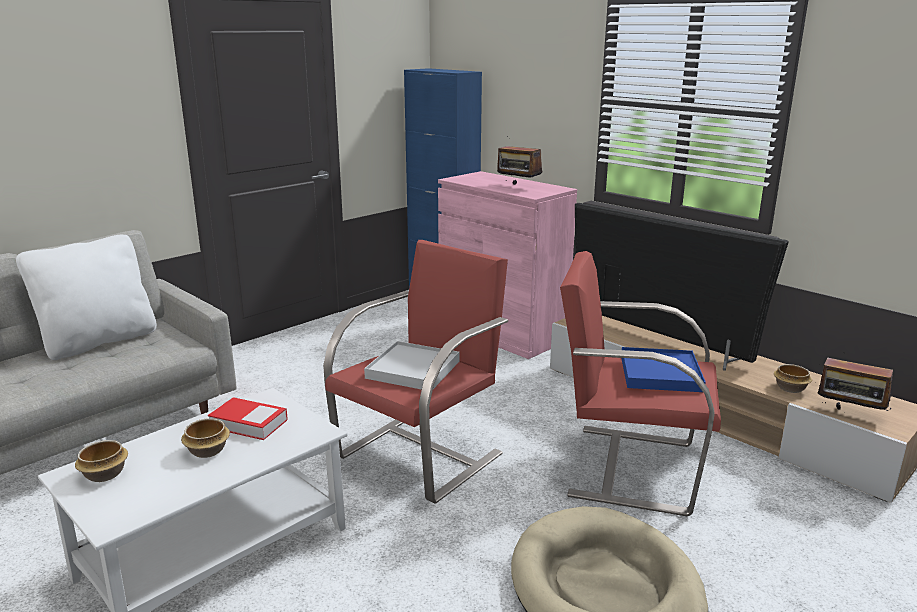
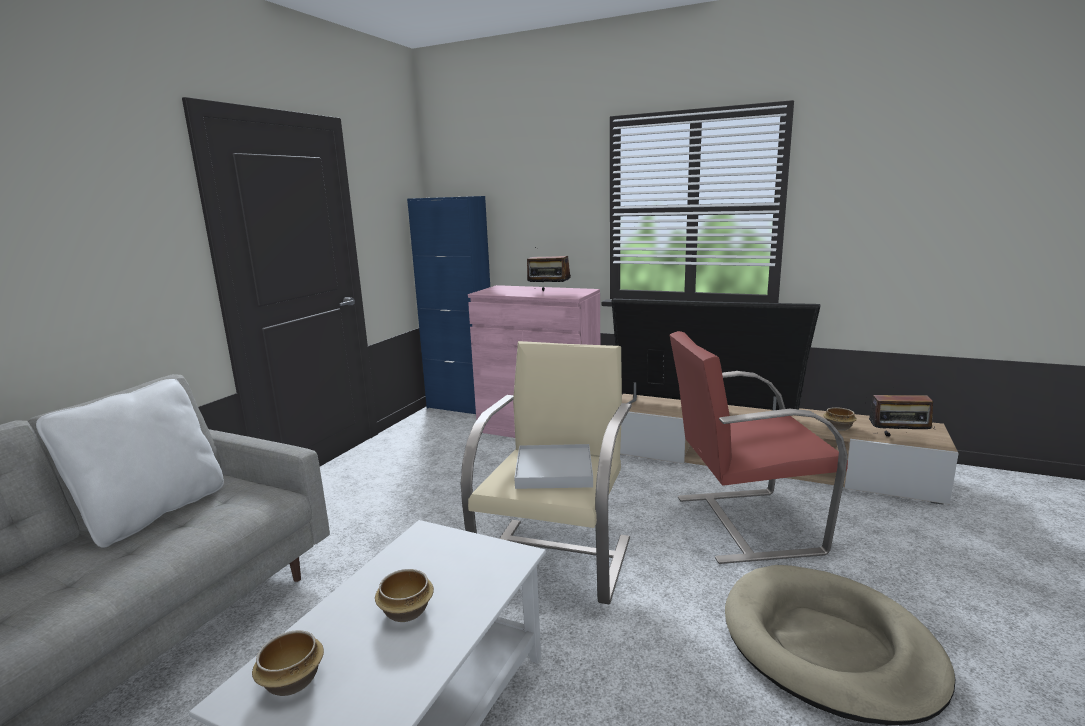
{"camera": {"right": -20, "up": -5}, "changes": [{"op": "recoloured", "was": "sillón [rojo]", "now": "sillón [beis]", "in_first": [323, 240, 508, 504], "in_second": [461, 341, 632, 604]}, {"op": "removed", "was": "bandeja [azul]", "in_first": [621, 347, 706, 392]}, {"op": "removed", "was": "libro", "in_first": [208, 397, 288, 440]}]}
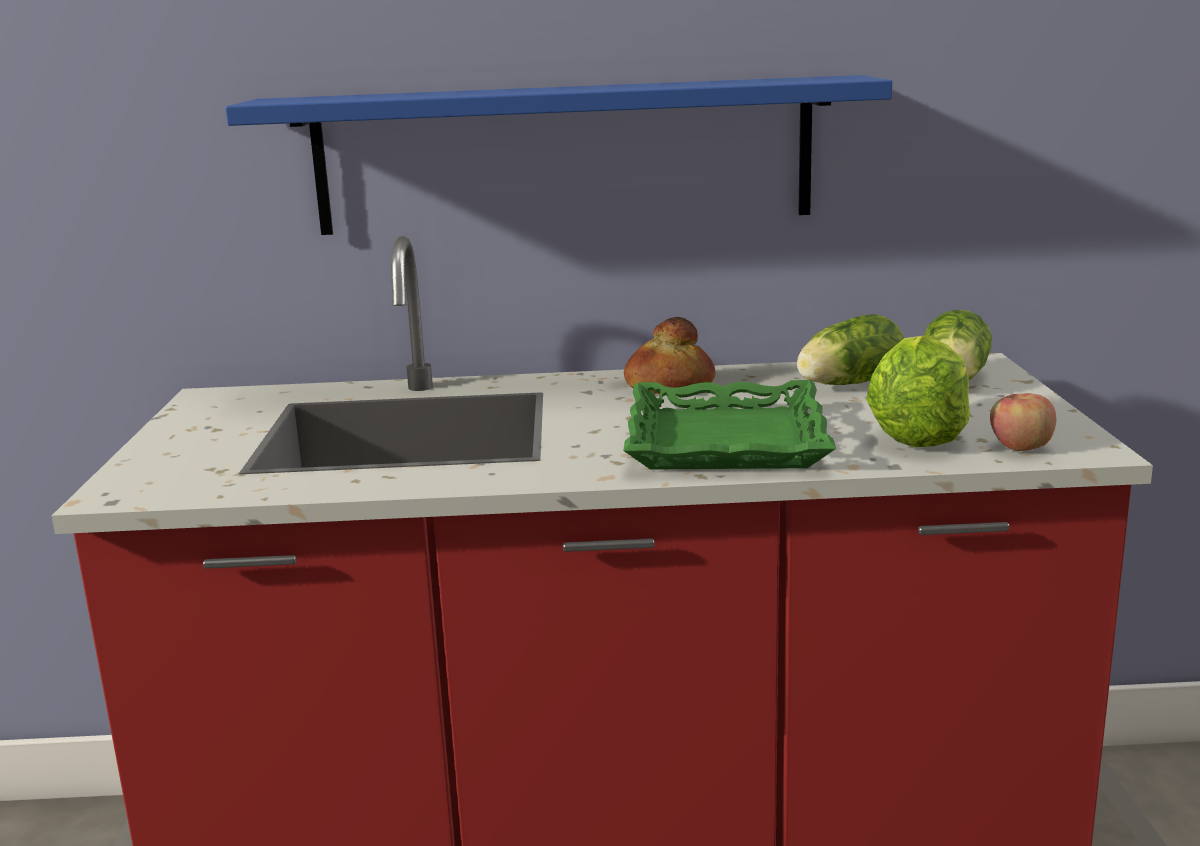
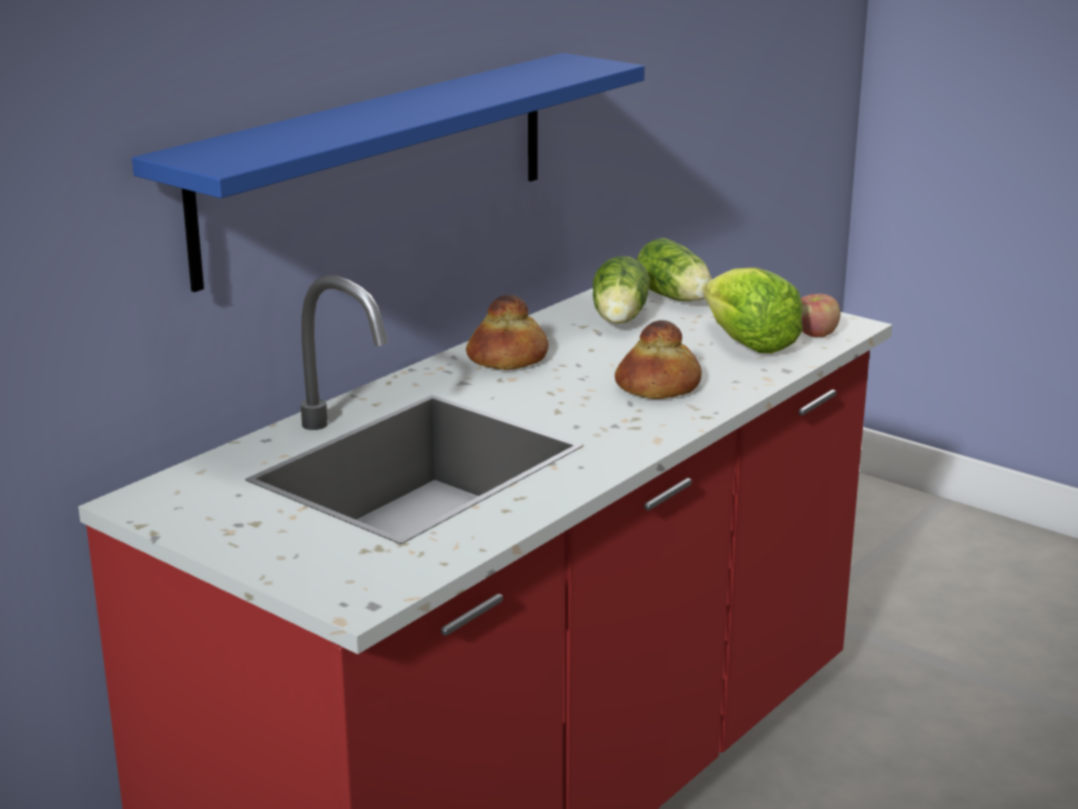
{"camera": {"right": -50, "up": 5}, "changes": [{"op": "replaced", "was": "bandeja [verde]", "now": "pan", "in_first": [623, 380, 836, 470], "in_second": [615, 320, 702, 399]}]}
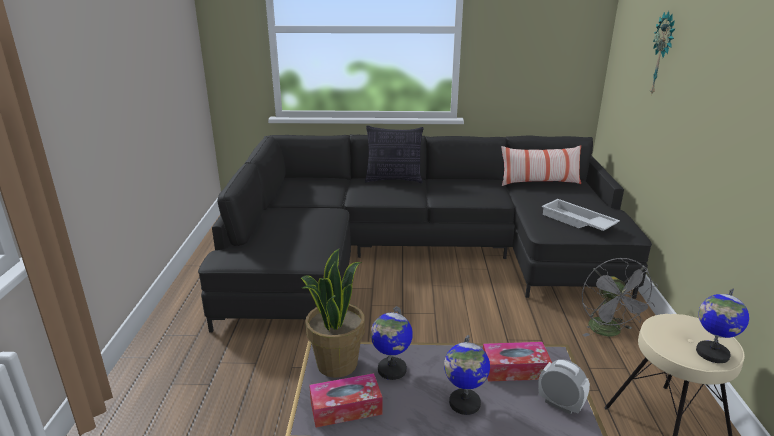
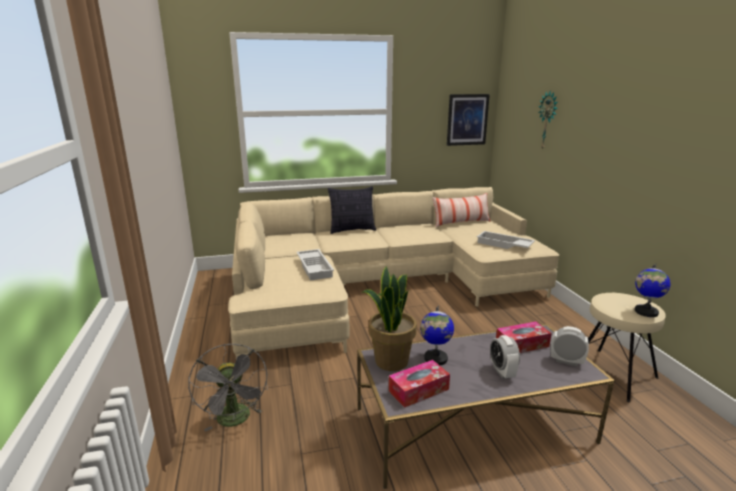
{"camera": {"right": -15, "up": -5}, "changes": [{"op": "recoloured", "was": "sofá [negro]", "now": "sofá [beis]", "in_first": [198, 134, 652, 333], "in_second": [228, 187, 559, 359]}, {"op": "moved", "was": "ventilador [gris]", "in_first": [582, 257, 658, 337], "in_second": [188, 344, 268, 432]}, {"op": "replaced", "was": "globo terráqueo", "now": "despertador", "in_first": [444, 335, 490, 415], "in_second": [490, 335, 520, 379]}, {"op": "added", "now": "cuadro", "in_second": [447, 94, 490, 146]}, {"op": "added", "now": "bandeja [blanco]", "in_second": [296, 249, 334, 281]}]}
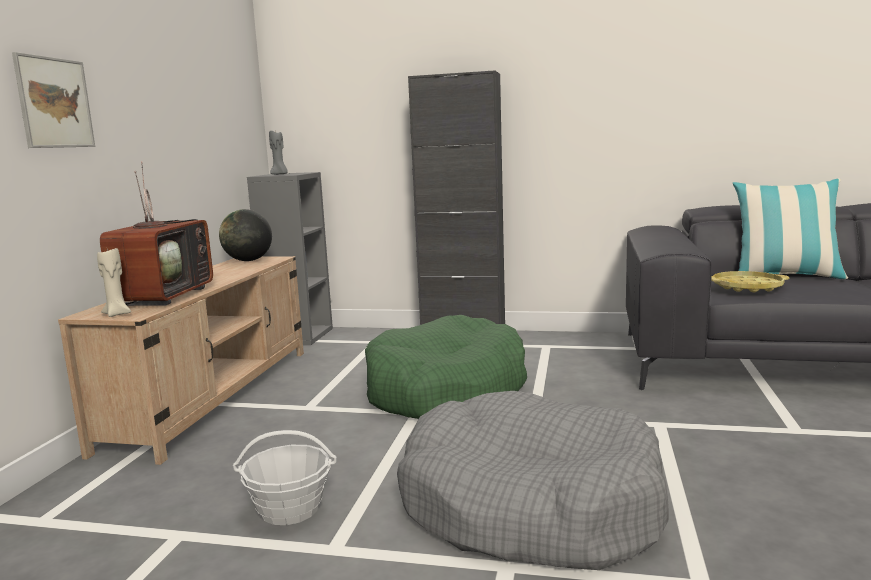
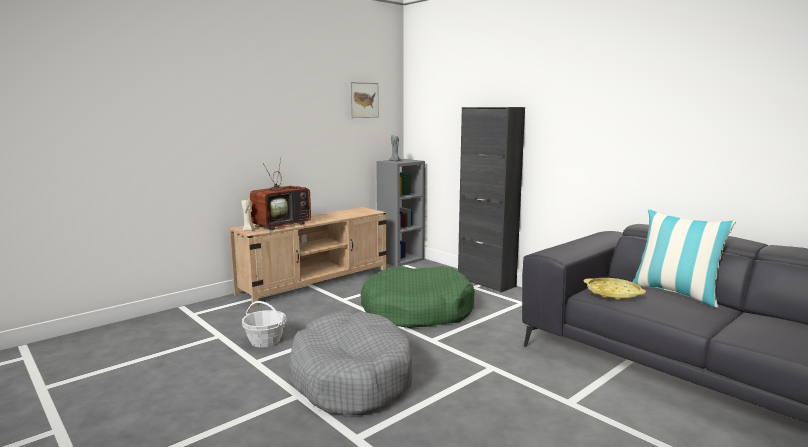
{"camera": {"right": 35, "up": 0}, "changes": [{"op": "moved", "was": "cuadro", "in_first": [12, 52, 95, 148], "in_second": [350, 82, 379, 118]}, {"op": "removed", "was": "globo terráqueo", "in_first": [219, 209, 272, 261]}]}
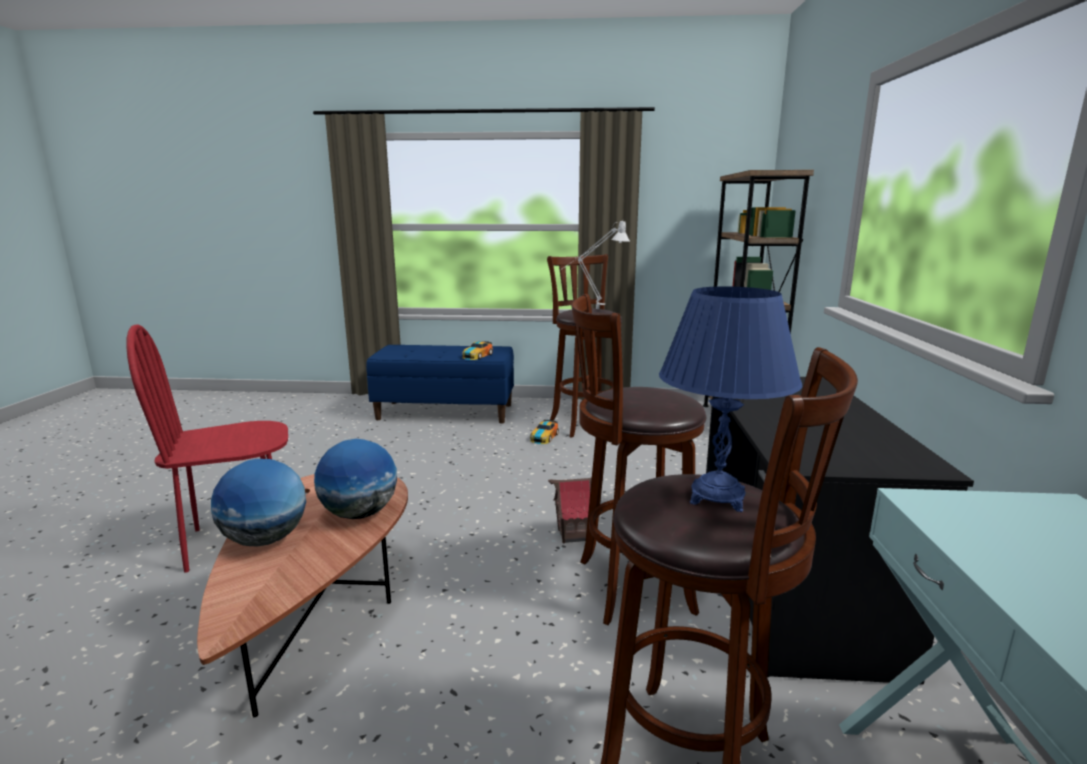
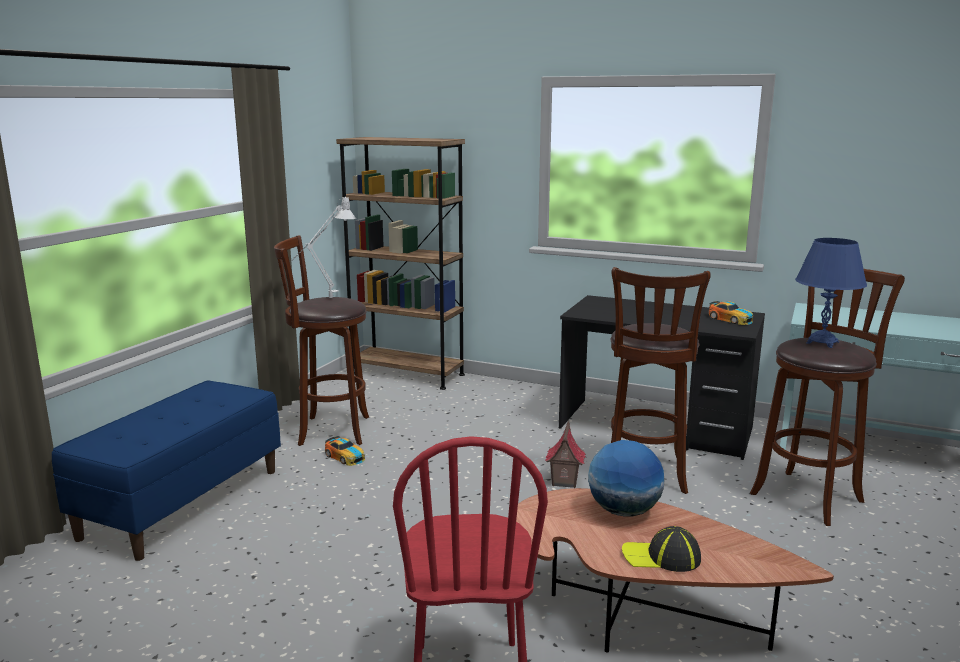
{"camera": {"right": -70, "up": 0}, "changes": [{"op": "moved", "was": "coche de juguete", "in_first": [462, 341, 493, 360], "in_second": [708, 301, 753, 325]}, {"op": "replaced", "was": "globo terráqueo", "now": "gorra", "in_first": [211, 459, 306, 547], "in_second": [622, 526, 701, 572]}]}
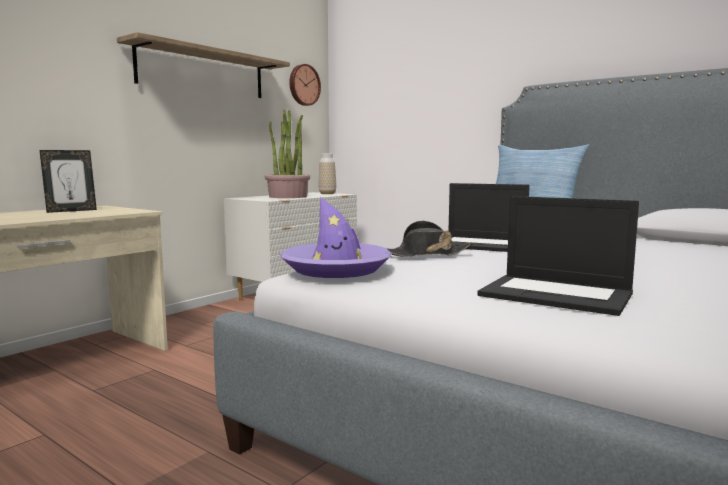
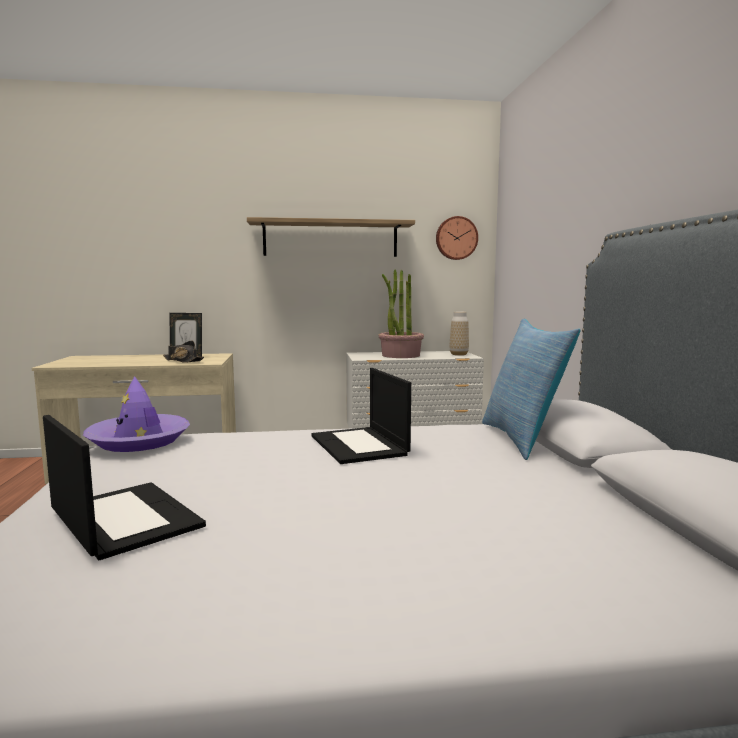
{"camera": {"right": 45, "up": 0}, "changes": [{"op": "turned", "was": "portátil", "in_first": [477, 196, 639, 316], "in_second": [43, 415, 206, 560], "clockwise": 150}, {"op": "moved", "was": "sombrero [negro]", "in_first": [386, 221, 473, 257], "in_second": [163, 341, 204, 363]}]}
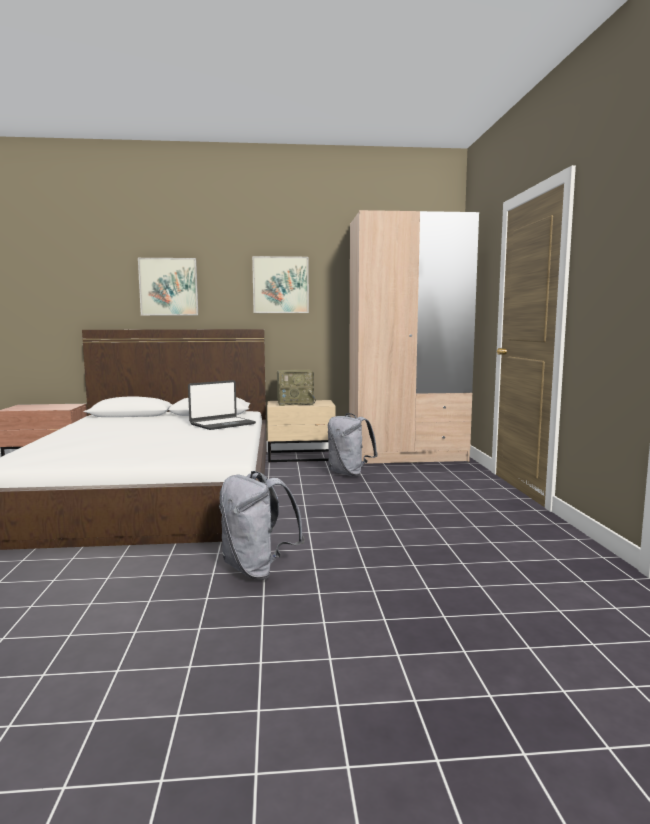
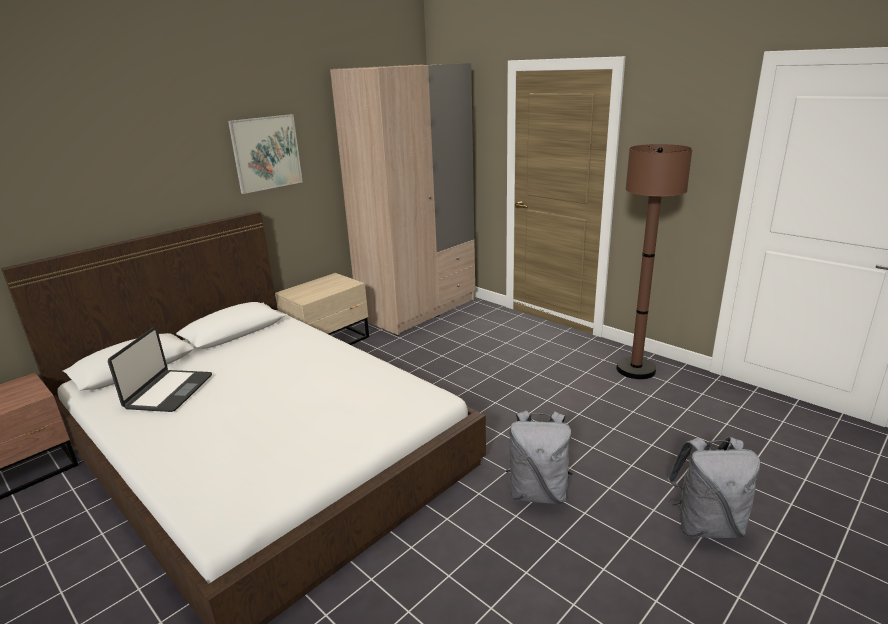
{"camera": {"right": -40, "up": 15}, "changes": [{"op": "removed", "was": "cuadro", "in_first": [138, 258, 198, 315]}, {"op": "removed", "was": "radio", "in_first": [277, 370, 316, 406]}, {"op": "moved", "was": "portátil", "in_first": [188, 380, 256, 430], "in_second": [108, 327, 212, 412]}, {"op": "moved", "was": "mochila [gris]", "in_first": [328, 413, 378, 476], "in_second": [668, 437, 760, 538]}, {"op": "added", "now": "lámpara de pie [marrón]", "in_second": [616, 144, 692, 379]}]}
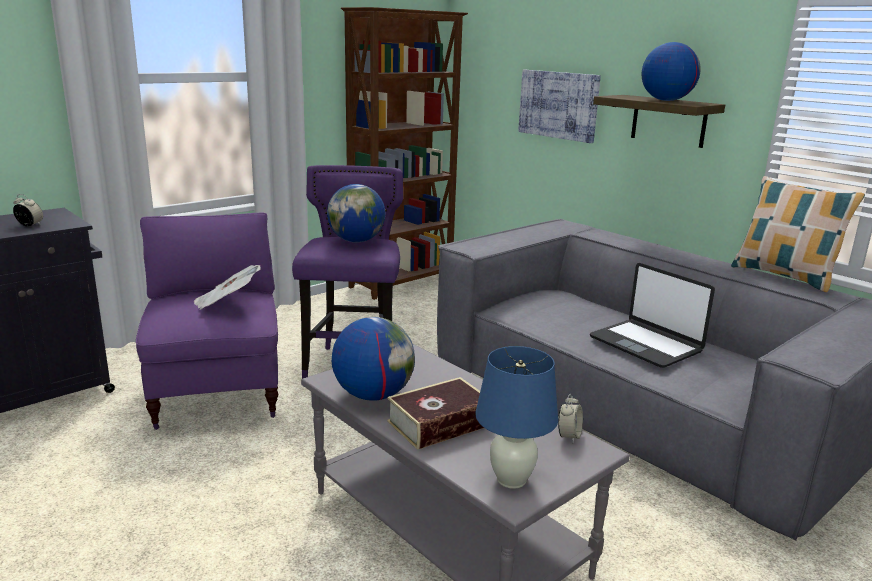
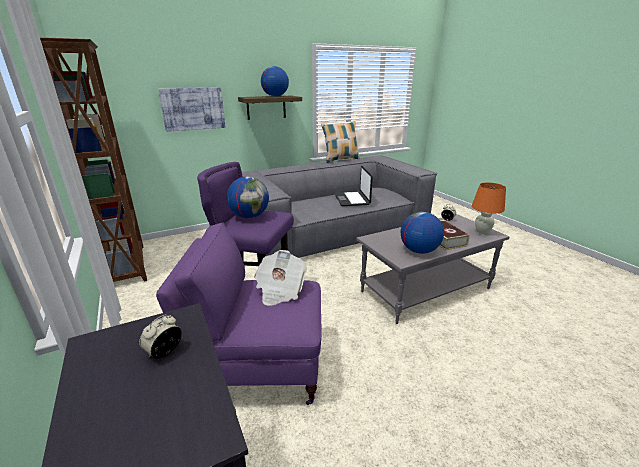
{"camera": {"right": -75, "up": 5}, "changes": [{"op": "turned", "was": "portátil", "in_first": [590, 263, 715, 368], "in_second": [334, 166, 373, 206], "clockwise": 105}, {"op": "recoloured", "was": "lámpara de mesa [azul]", "now": "lámpara de mesa [naranja]", "in_first": [475, 346, 558, 489], "in_second": [472, 182, 506, 235]}]}
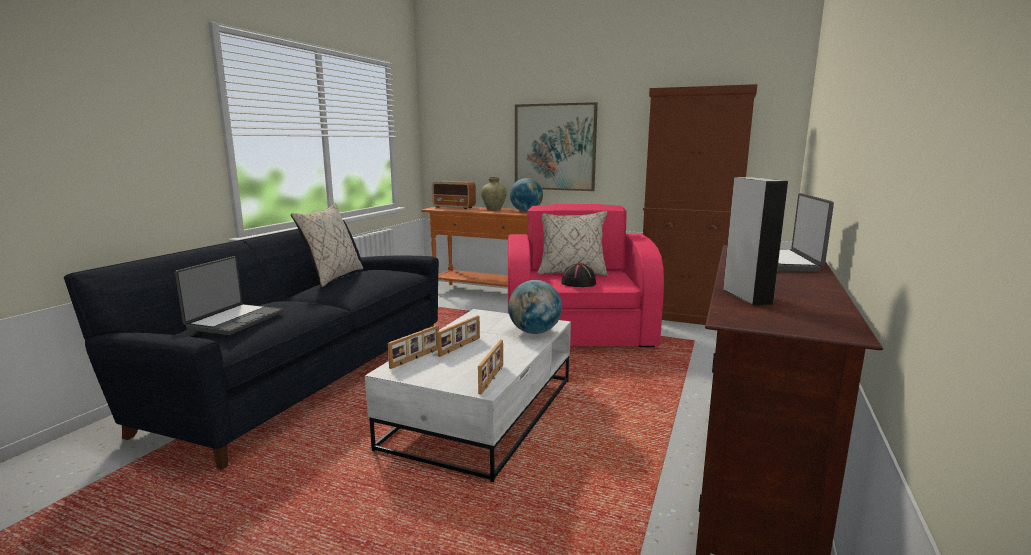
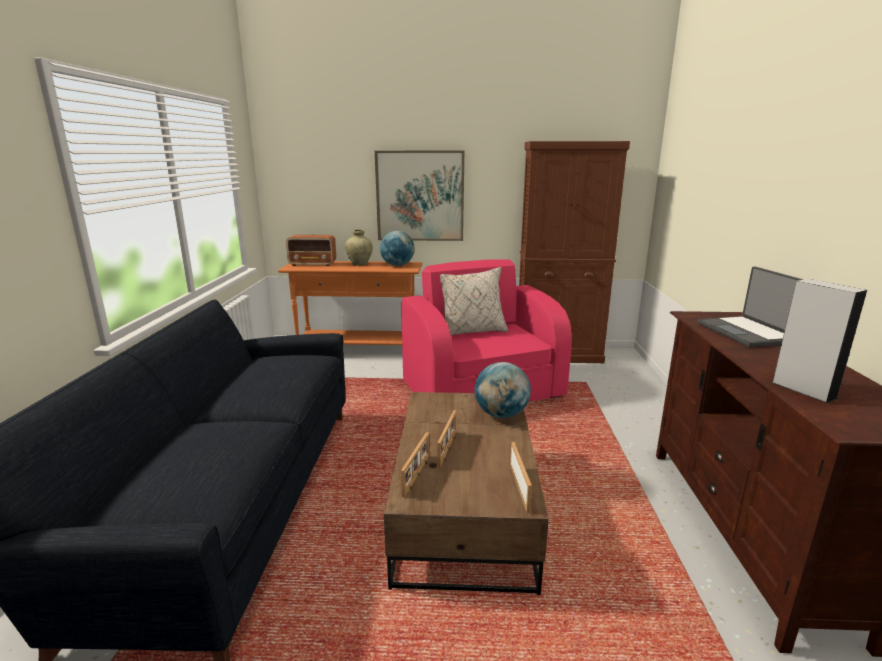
{"camera": {"right": -20, "up": 5}, "changes": [{"op": "removed", "was": "cojín [beis]", "in_first": [291, 203, 363, 287]}, {"op": "removed", "was": "portátil", "in_first": [175, 256, 283, 335]}, {"op": "removed", "was": "sombrero [negro]", "in_first": [561, 263, 596, 287]}, {"op": "recoloured", "was": "mesa de centro [blanco]", "now": "mesa de centro [marrón]", "in_first": [365, 309, 571, 482], "in_second": [384, 392, 549, 595]}]}
